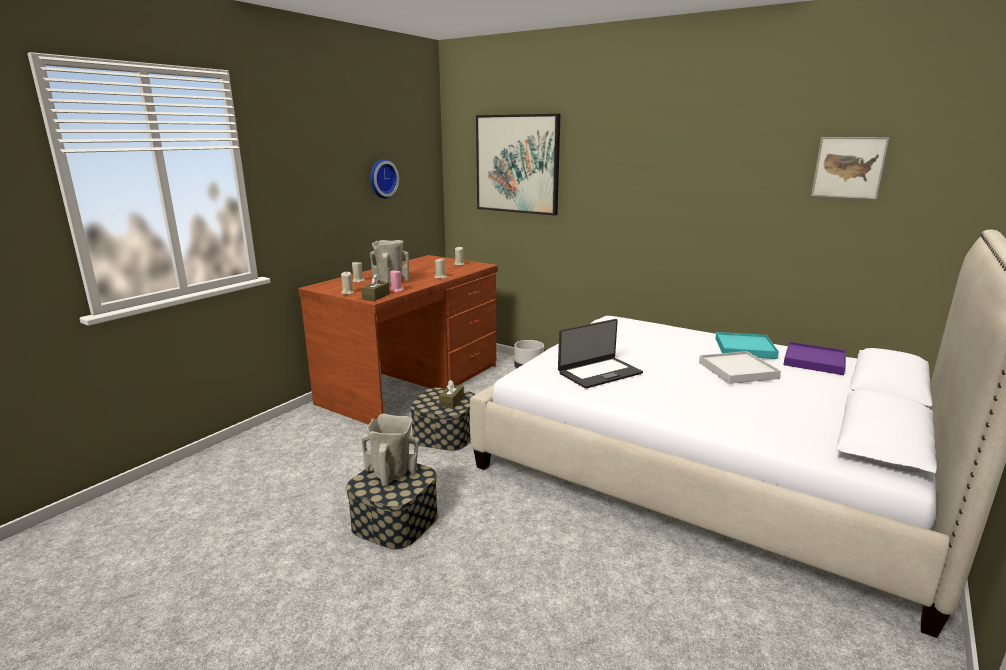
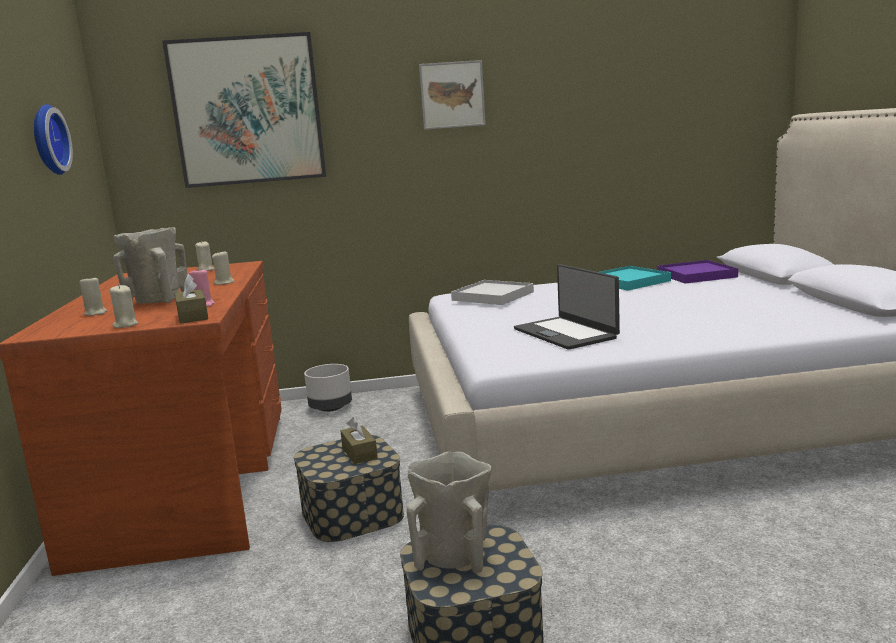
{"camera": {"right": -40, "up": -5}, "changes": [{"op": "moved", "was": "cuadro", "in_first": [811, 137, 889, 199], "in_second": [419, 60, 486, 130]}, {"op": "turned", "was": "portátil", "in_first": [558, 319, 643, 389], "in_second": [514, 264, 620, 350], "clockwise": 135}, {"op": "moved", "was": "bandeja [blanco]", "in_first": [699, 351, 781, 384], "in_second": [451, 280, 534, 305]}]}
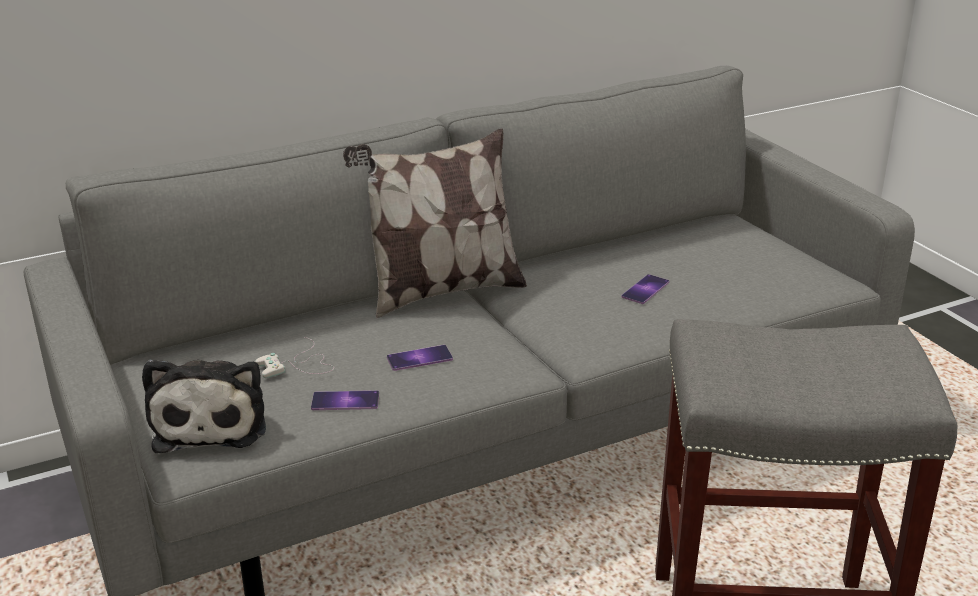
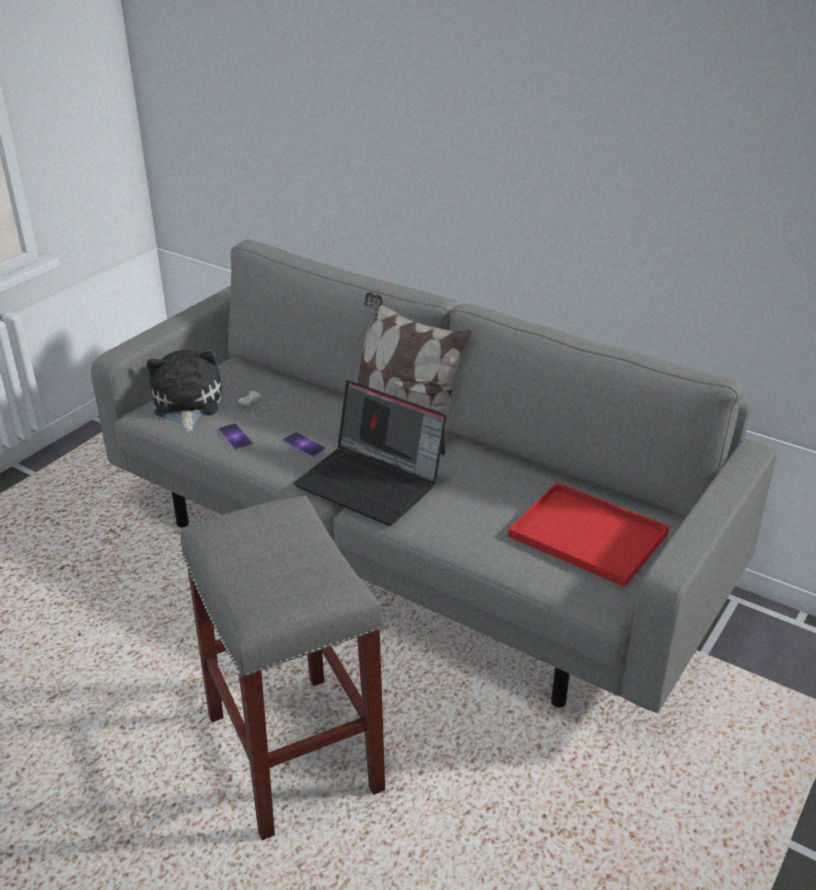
{"camera": {"right": 60, "up": 5}, "changes": [{"op": "removed", "was": "móvil", "in_first": [621, 274, 669, 304]}, {"op": "turned", "was": "peluche", "in_first": [142, 360, 266, 453], "in_second": [147, 348, 222, 432], "clockwise": 120}, {"op": "added", "now": "portátil", "in_second": [294, 380, 447, 526]}, {"op": "added", "now": "bandeja [rojo]", "in_second": [508, 482, 670, 587]}]}
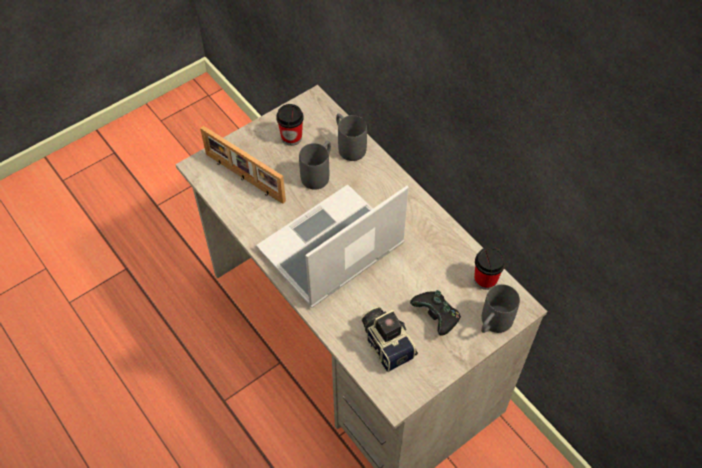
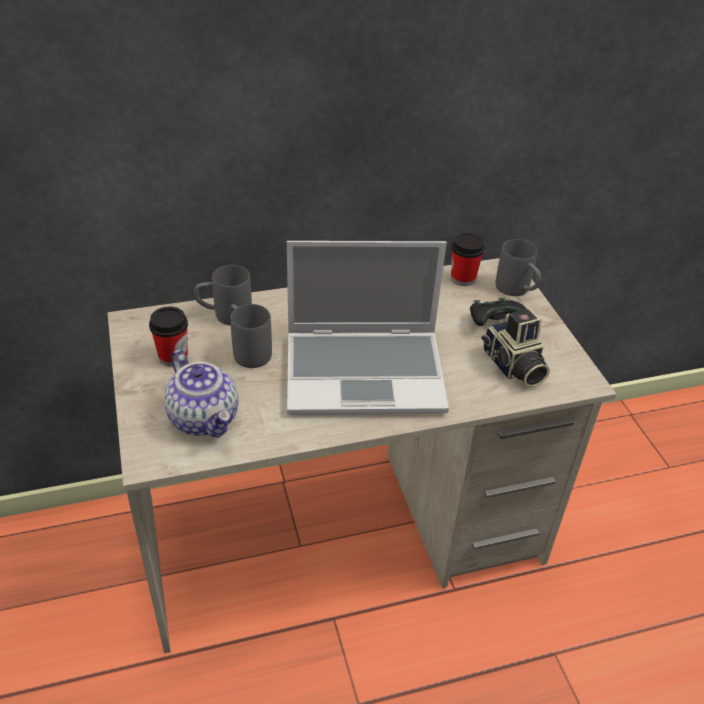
{"camera": {"right": -70, "up": -15}, "changes": [{"op": "replaced", "was": "portarretratos", "now": "tetera", "in_first": [200, 126, 286, 204], "in_second": [164, 350, 238, 438]}, {"op": "turned", "was": "portátil", "in_first": [256, 185, 409, 308], "in_second": [287, 241, 449, 415], "clockwise": -75}, {"op": "turned", "was": "cámara", "in_first": [361, 307, 418, 372], "in_second": [481, 309, 550, 387], "clockwise": -105}]}
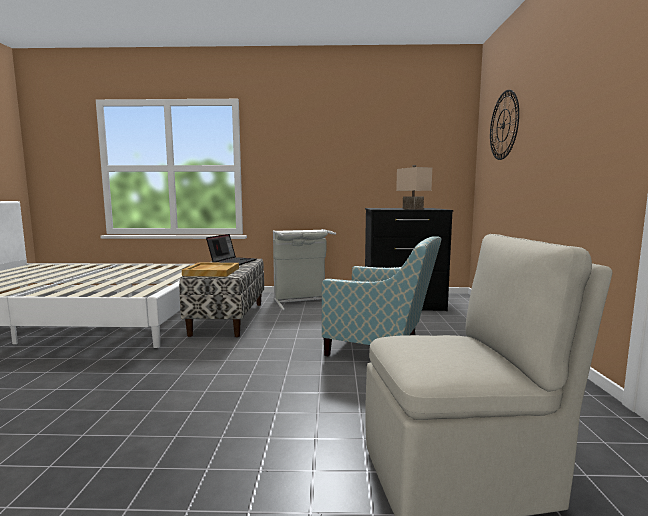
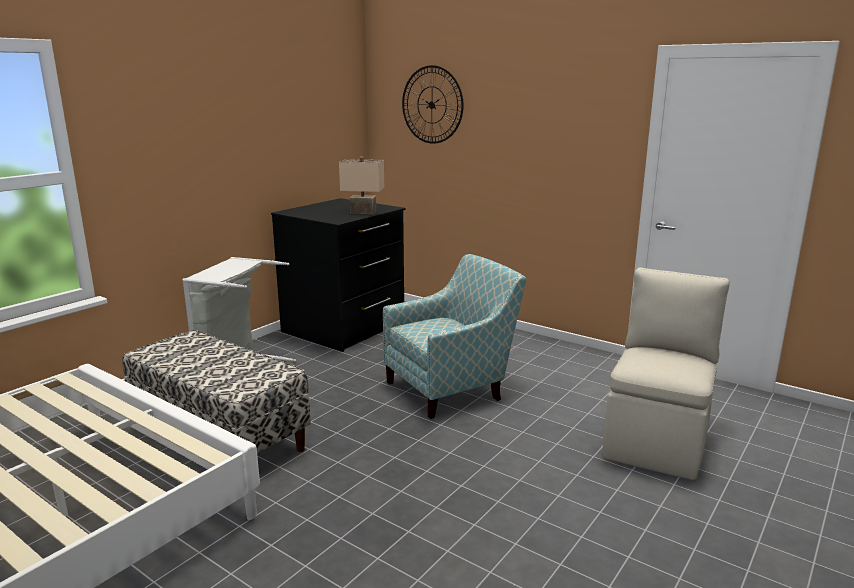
{"camera": {"right": -55, "up": 10}, "changes": [{"op": "removed", "was": "portátil", "in_first": [206, 234, 257, 265]}, {"op": "removed", "was": "bandeja [beis]", "in_first": [182, 262, 239, 277]}]}
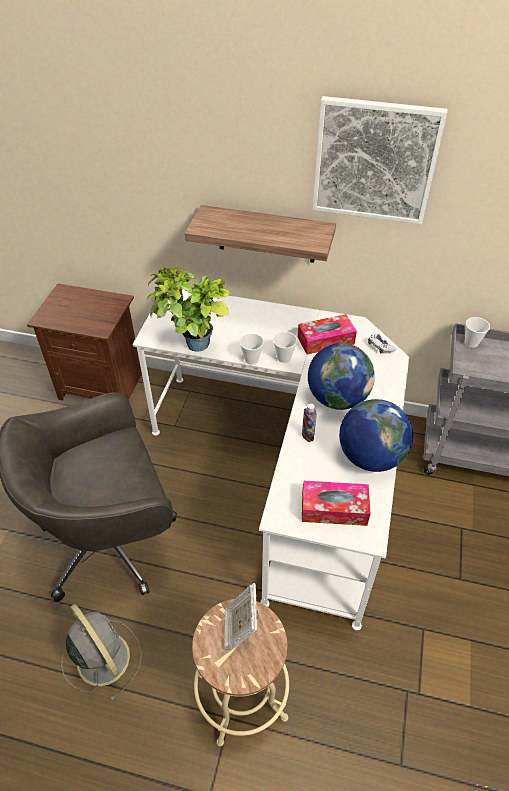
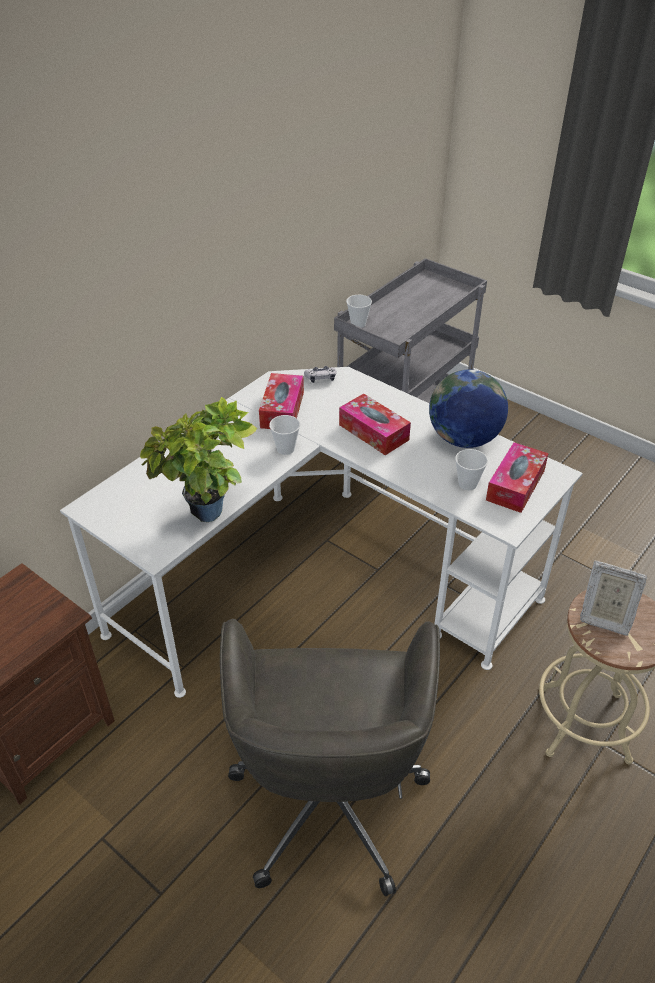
{"camera": {"right": -65, "up": -5}, "changes": [{"op": "removed", "was": "cuadro", "in_first": [312, 96, 447, 224]}, {"op": "removed", "was": "estante", "in_first": [185, 205, 336, 263]}, {"op": "moved", "was": "taza", "in_first": [239, 333, 264, 365], "in_second": [455, 449, 488, 490]}, {"op": "replaced", "was": "globo terráqueo", "now": "caja de pañuelos", "in_first": [308, 343, 375, 410], "in_second": [339, 394, 411, 455]}, {"op": "removed", "was": "botella", "in_first": [302, 403, 317, 442]}, {"op": "removed", "was": "ventilador [gris]", "in_first": [61, 604, 142, 702]}]}
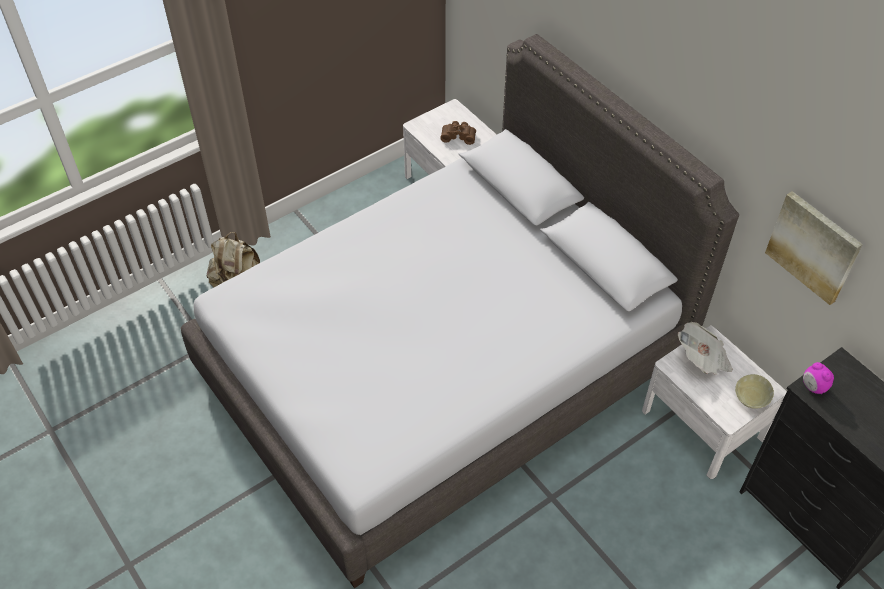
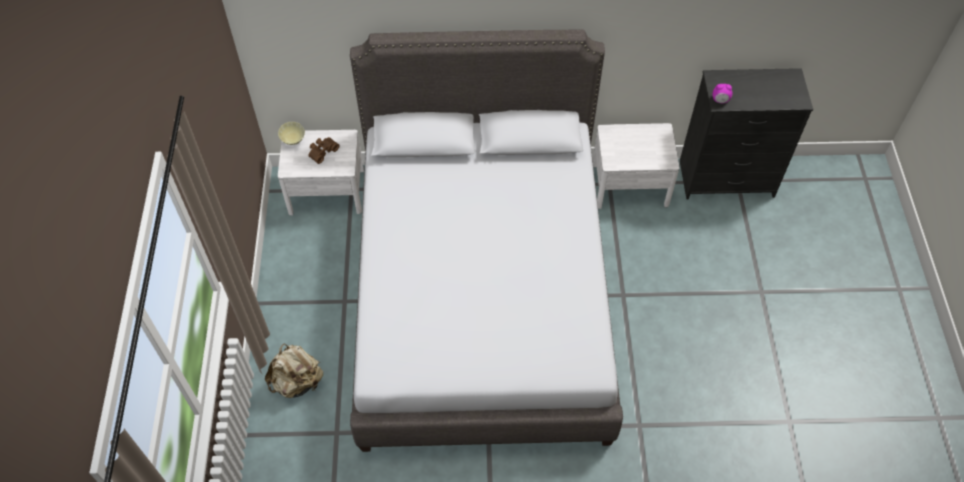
{"camera": {"right": -55, "up": 5}, "changes": [{"op": "removed", "was": "cuadro", "in_first": [765, 191, 863, 305]}, {"op": "removed", "was": "periódico", "in_first": [678, 322, 733, 375]}, {"op": "moved", "was": "cuenco [beis]", "in_first": [735, 374, 774, 409], "in_second": [278, 122, 305, 145]}]}
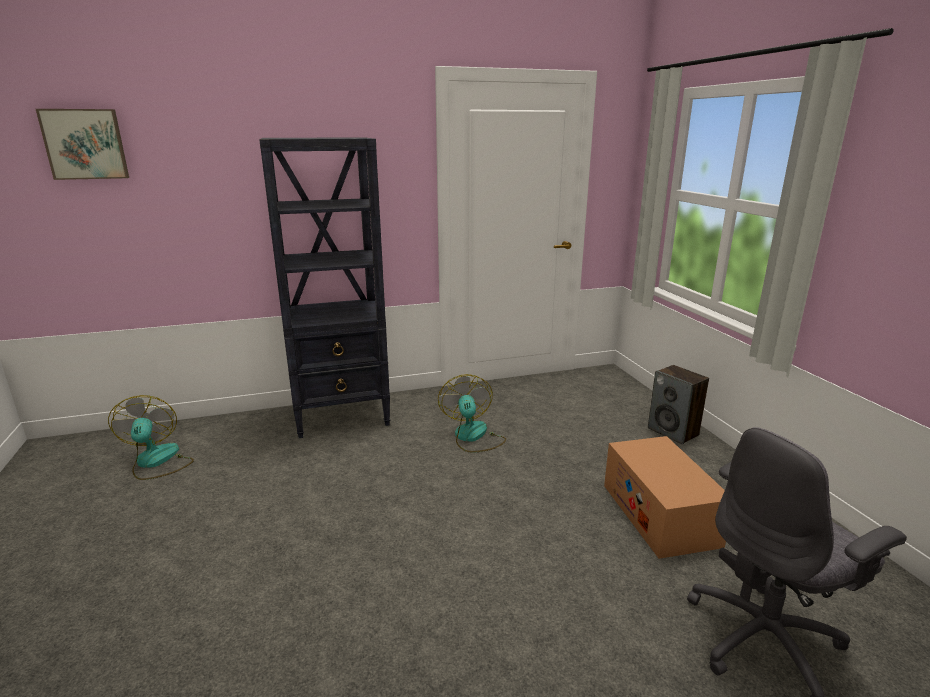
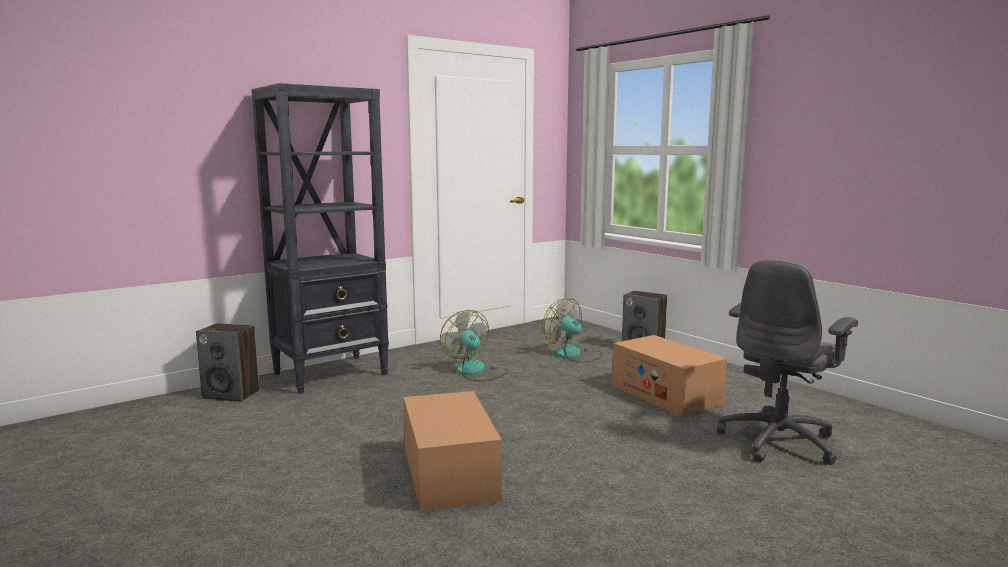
{"camera": {"right": -20, "up": -10}, "changes": [{"op": "removed", "was": "cuadro", "in_first": [36, 109, 129, 180]}, {"op": "moved", "was": "ventilador", "in_first": [108, 395, 194, 480], "in_second": [542, 298, 602, 363]}, {"op": "added", "now": "altavoz", "in_second": [196, 323, 259, 402]}, {"op": "added", "now": "caja de cartón", "in_second": [404, 391, 502, 512]}]}
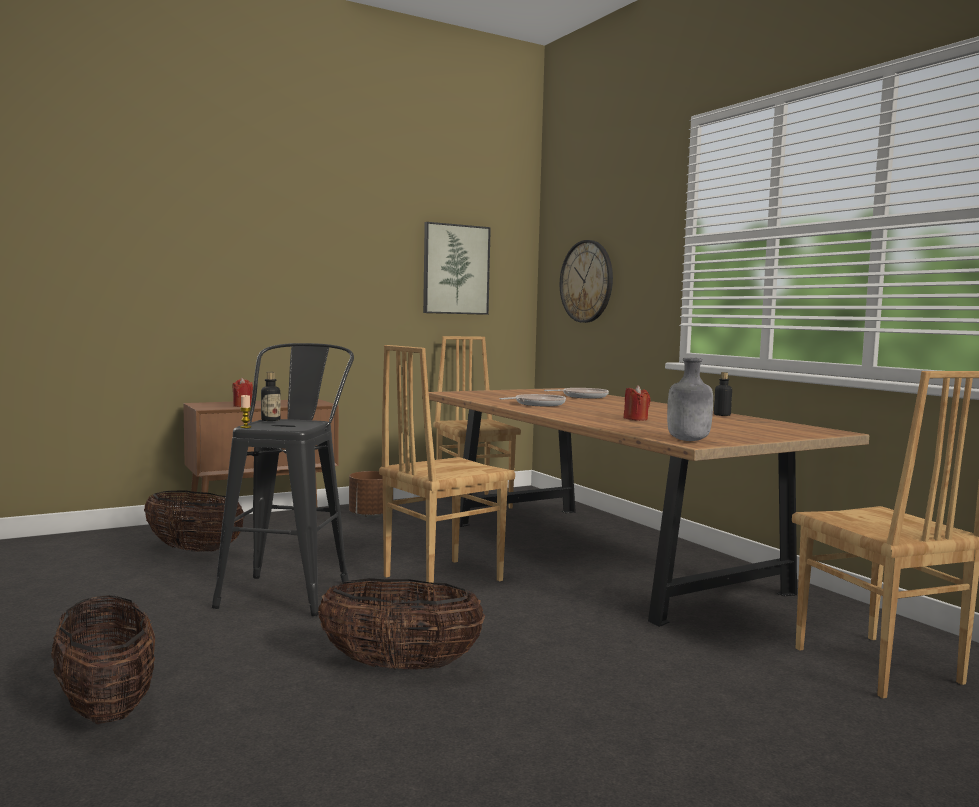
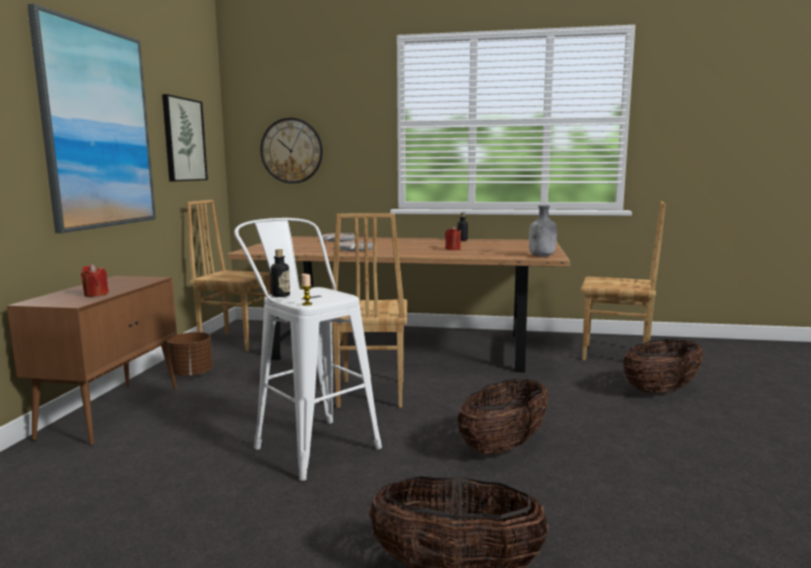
{"camera": {"right": -50, "up": 5}, "changes": [{"op": "recoloured", "was": "taburete [negro]", "now": "taburete [blanco]", "in_first": [212, 343, 354, 616], "in_second": [234, 218, 382, 481]}, {"op": "moved", "was": "cesta", "in_first": [144, 490, 245, 552], "in_second": [623, 339, 703, 393]}, {"op": "added", "now": "cuadro", "in_second": [27, 4, 156, 233]}]}
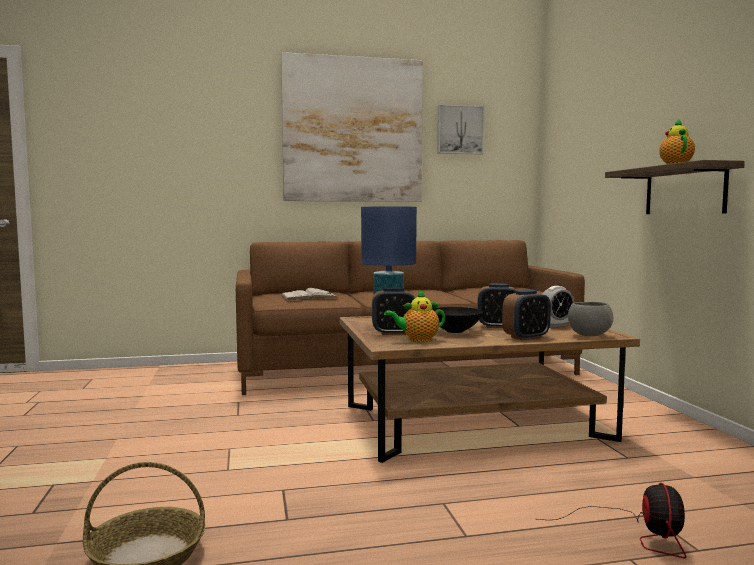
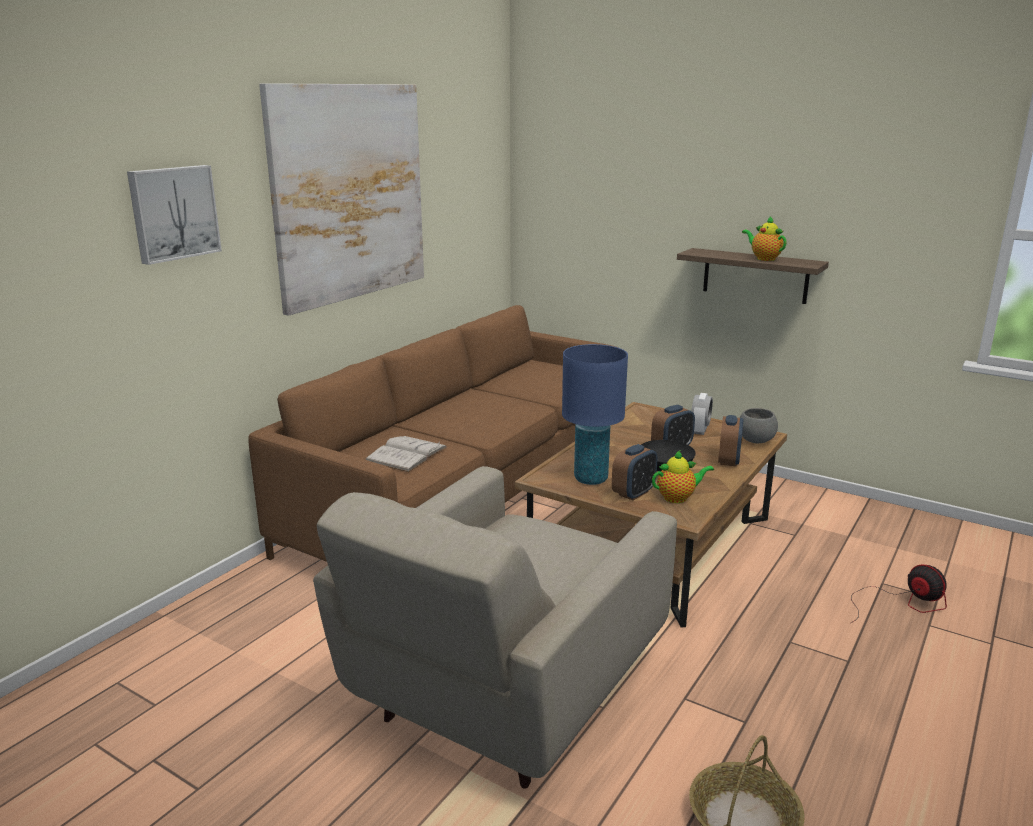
{"camera": {"right": -45, "up": 15}, "changes": [{"op": "moved", "was": "cuadro", "in_first": [437, 104, 484, 154], "in_second": [127, 165, 222, 265]}, {"op": "turned", "was": "tetera", "in_first": [384, 290, 445, 342], "in_second": [652, 451, 714, 503], "clockwise": -135}, {"op": "added", "now": "sillón [beis]", "in_second": [313, 466, 677, 789]}]}
